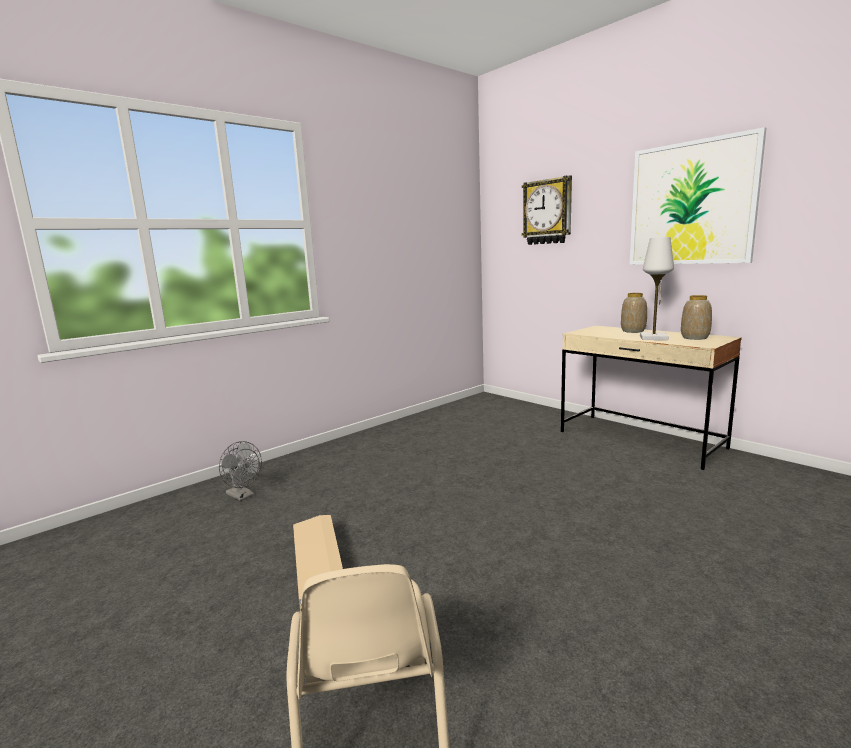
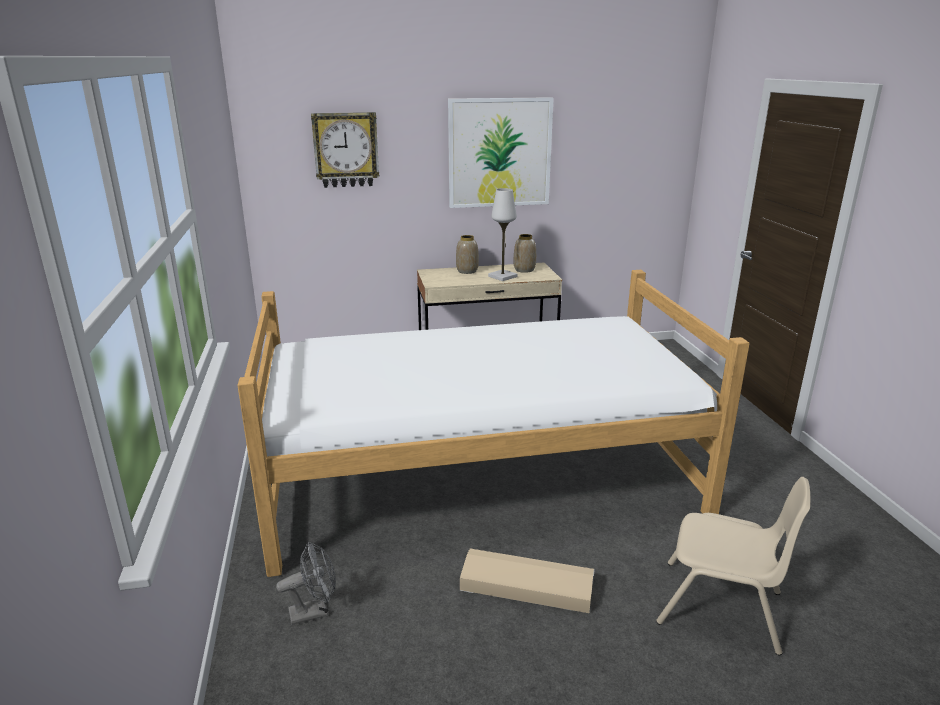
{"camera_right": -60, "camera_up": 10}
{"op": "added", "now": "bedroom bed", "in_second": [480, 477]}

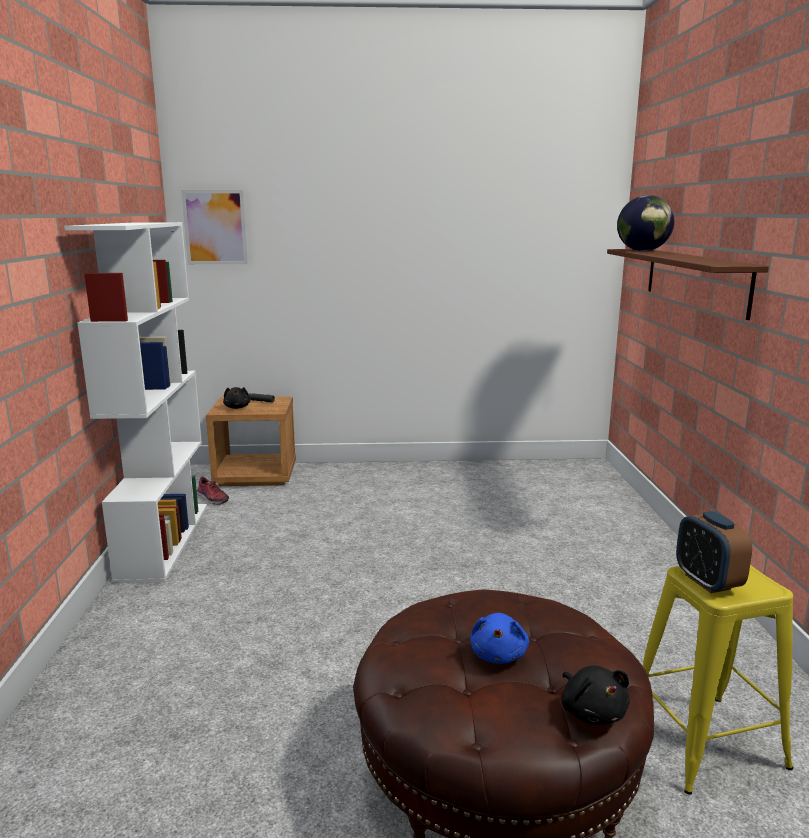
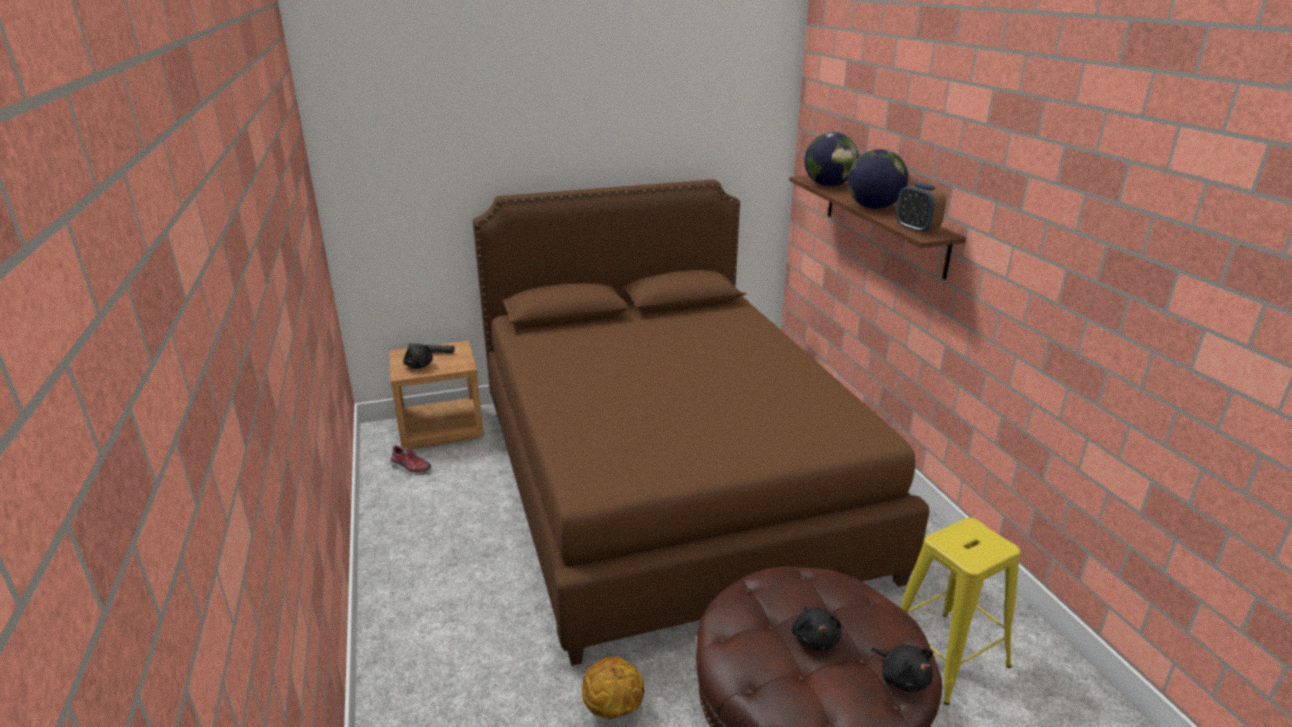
{"camera_right": -15, "camera_up": 10}
{"op": "removed", "was": "white-coloured shelving unit", "in_first": [164, 540]}
{"op": "removed", "was": "wall picture", "in_first": [215, 227]}
{"op": "recoloured", "was": "blue-coloured soft toy", "now": "black soft toy", "in_first": [498, 654], "in_second": [815, 638]}
{"op": "moved", "was": "alarm clock", "in_first": [707, 582], "in_second": [916, 229]}
{"op": "added", "now": "brown-coloured bedroom bed", "in_second": [666, 481]}
{"op": "added", "now": "ball for basketball", "in_second": [612, 708]}
{"op": "added", "now": "world globe", "in_second": [873, 207]}

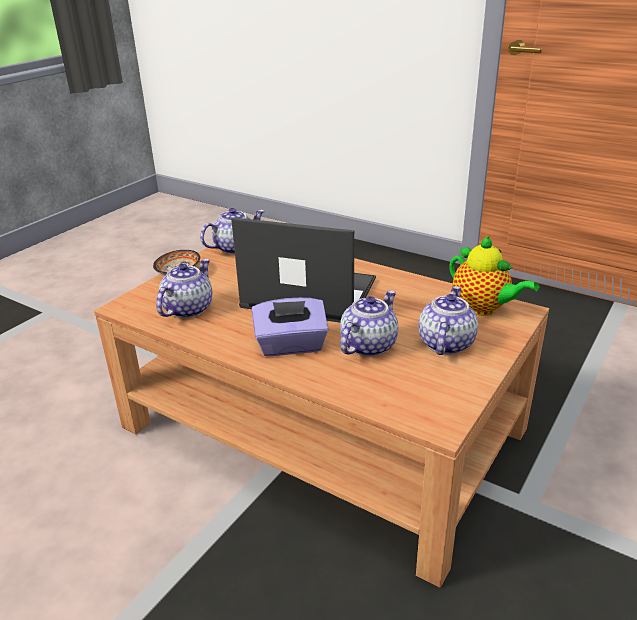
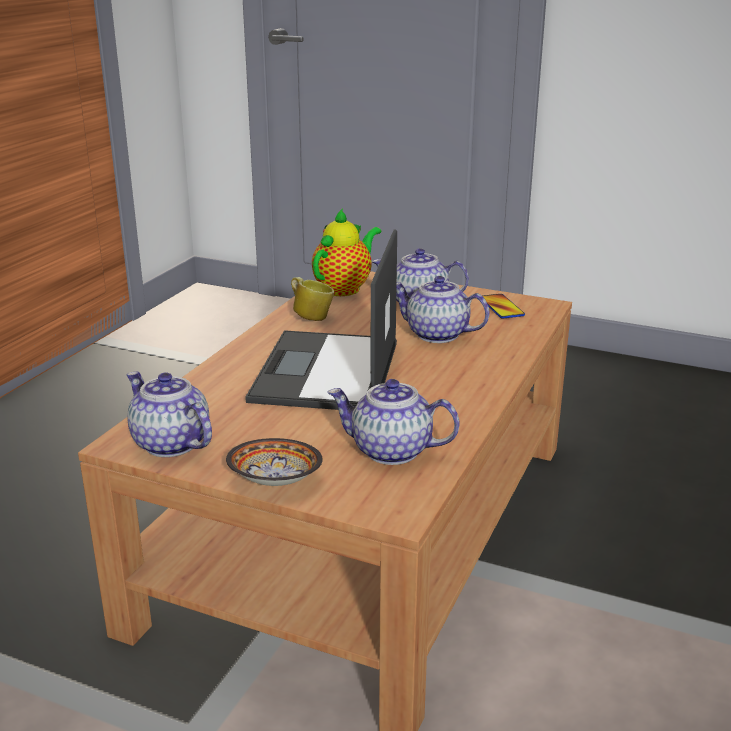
{"camera_right": -100, "camera_up": -5}
{"op": "removed", "was": "purplish tissue box", "in_first": [291, 346]}
{"op": "added", "now": "tea mug", "in_second": [311, 317]}
{"op": "added", "now": "handset", "in_second": [501, 307]}

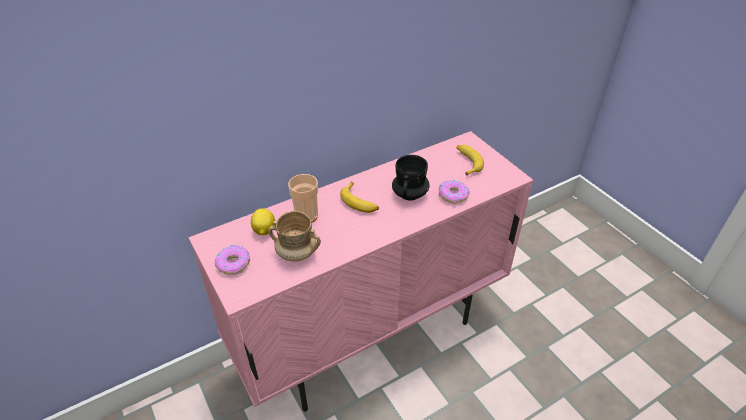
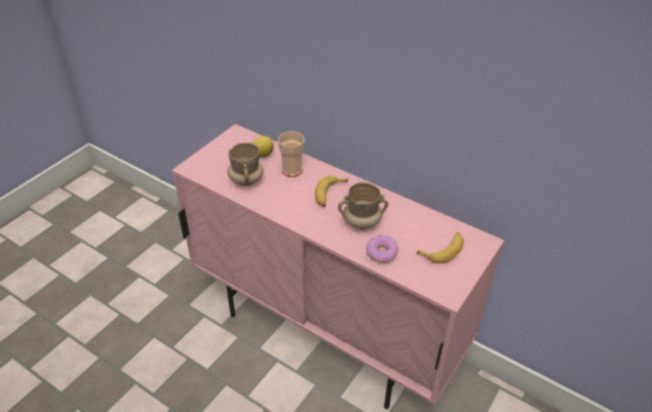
{"camera_right": 65, "camera_up": 0}
{"op": "removed", "was": "donut", "in_first": [234, 264]}
{"op": "recoloured", "was": "black tea mug", "now": "beige tea mug", "in_first": [410, 194], "in_second": [361, 222]}

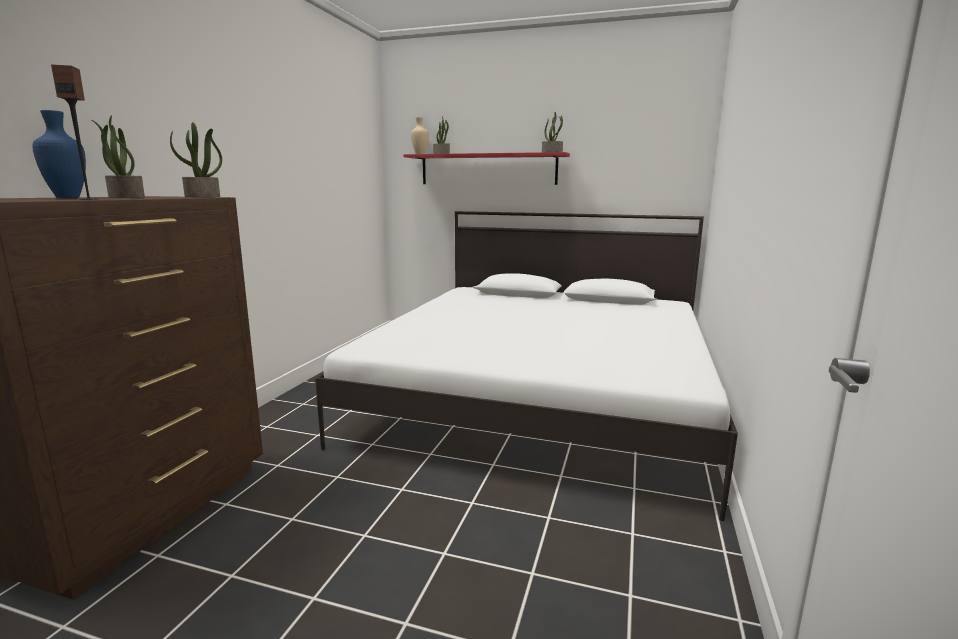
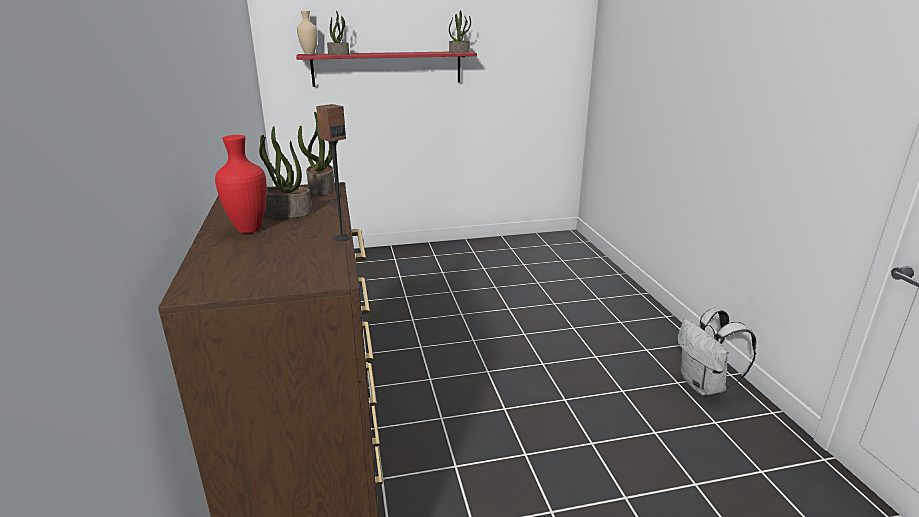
{"camera_right": -30, "camera_up": 10}
{"op": "recoloured", "was": "blue-coloured decorative vase", "now": "red-coloured decorative vase", "in_first": [69, 197], "in_second": [248, 229]}
{"op": "removed", "was": "white-coloured bedroom bed", "in_first": [541, 397]}
{"op": "added", "now": "white-coloured knapsack", "in_second": [704, 386]}

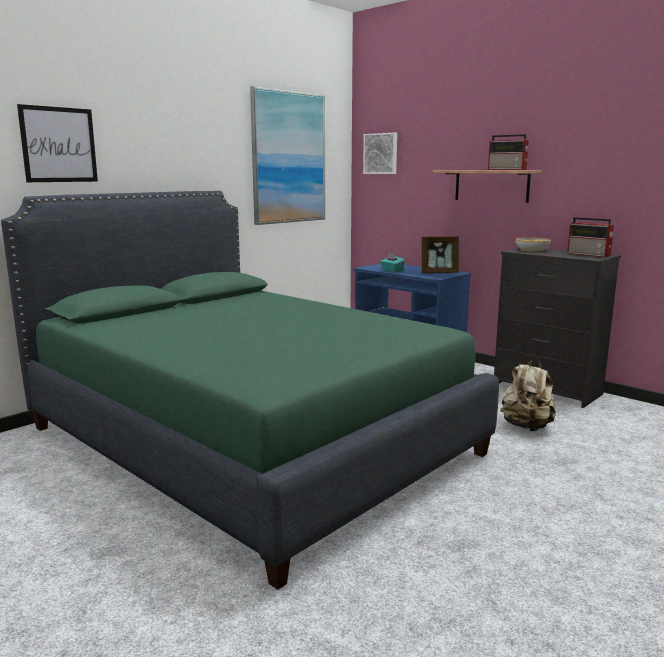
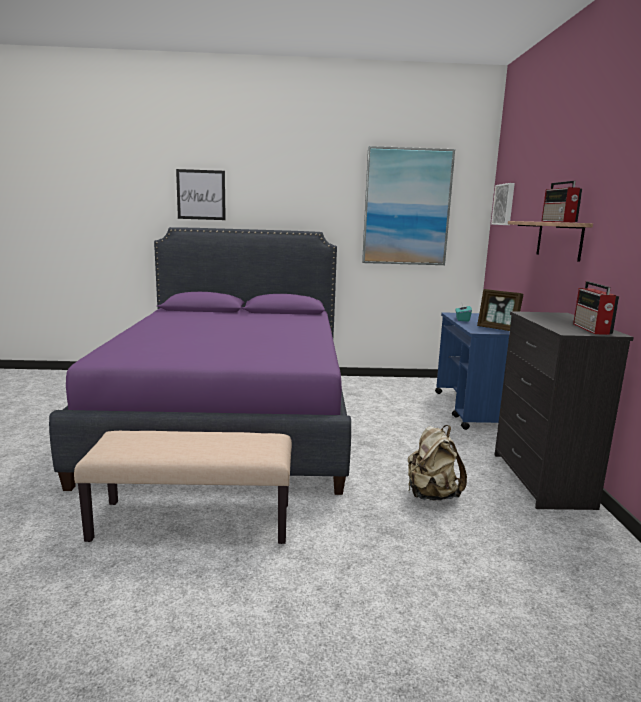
{"camera_right": 45, "camera_up": 0}
{"op": "recoloured", "was": "green bedroom bed", "now": "purplish bedroom bed", "in_first": [249, 440], "in_second": [231, 418]}
{"op": "removed", "was": "deep dish", "in_first": [532, 250]}
{"op": "added", "now": "beige long seat", "in_second": [194, 521]}

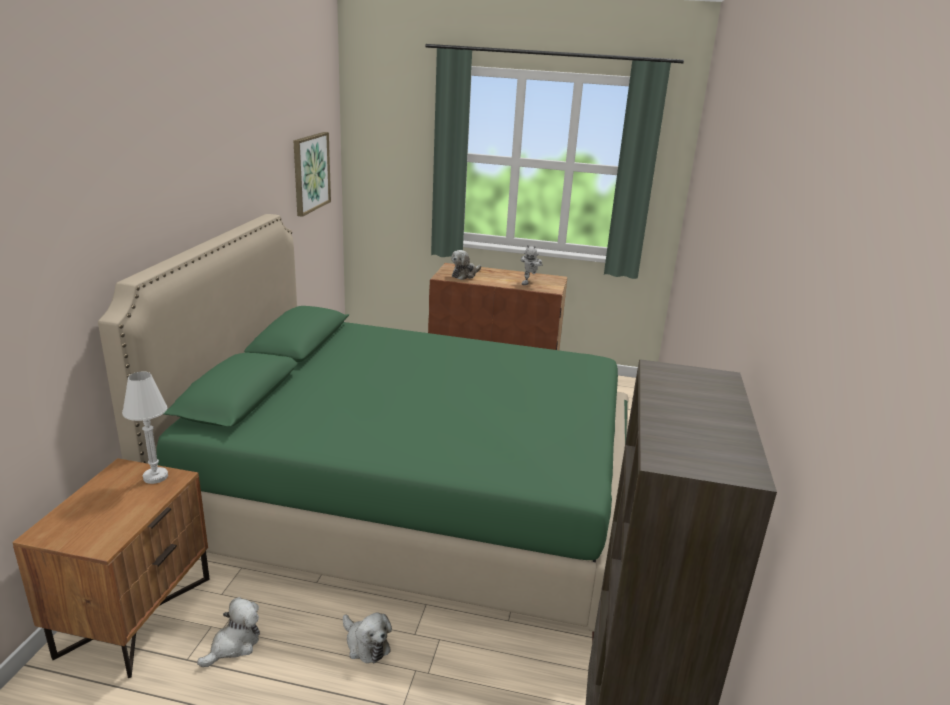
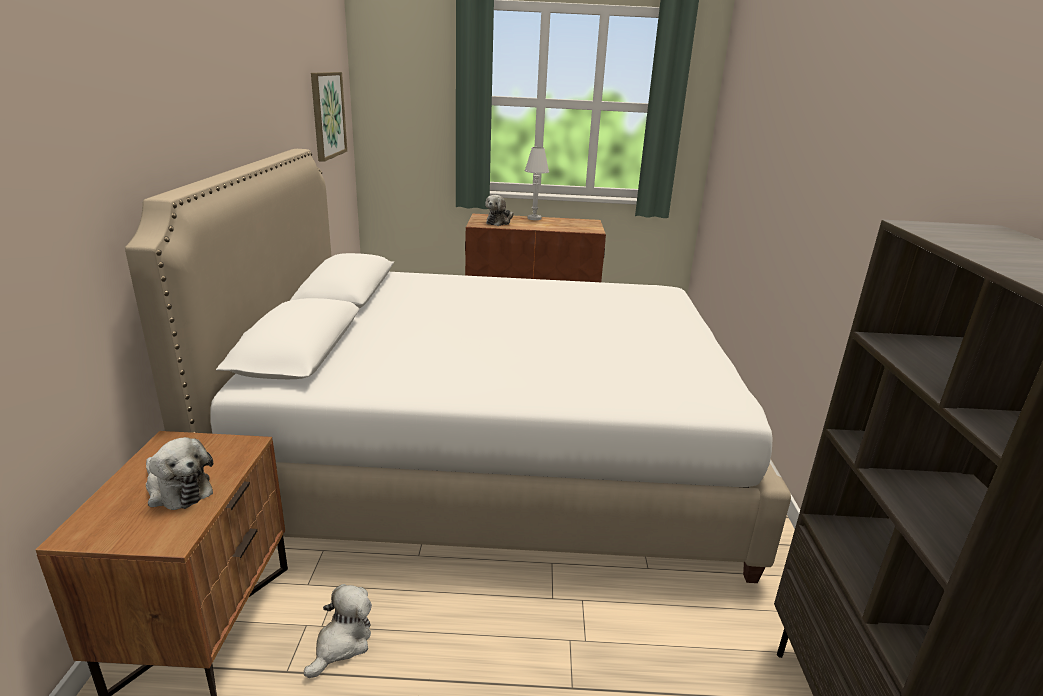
{"camera_right": -10, "camera_up": 0}
{"op": "recoloured", "was": "green bedroom bed", "now": "white-coloured bedroom bed", "in_first": [411, 501], "in_second": [492, 455]}
{"op": "moved", "was": "white-coloured tabletop lamp", "in_first": [155, 477], "in_second": [534, 218]}
{"op": "moved", "was": "soft toy", "in_first": [366, 644], "in_second": [177, 489]}
{"op": "removed", "was": "robot figure", "in_first": [529, 283]}

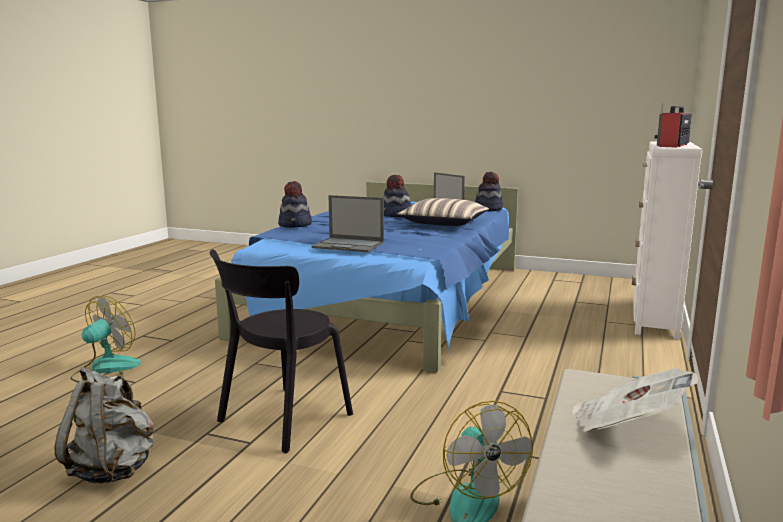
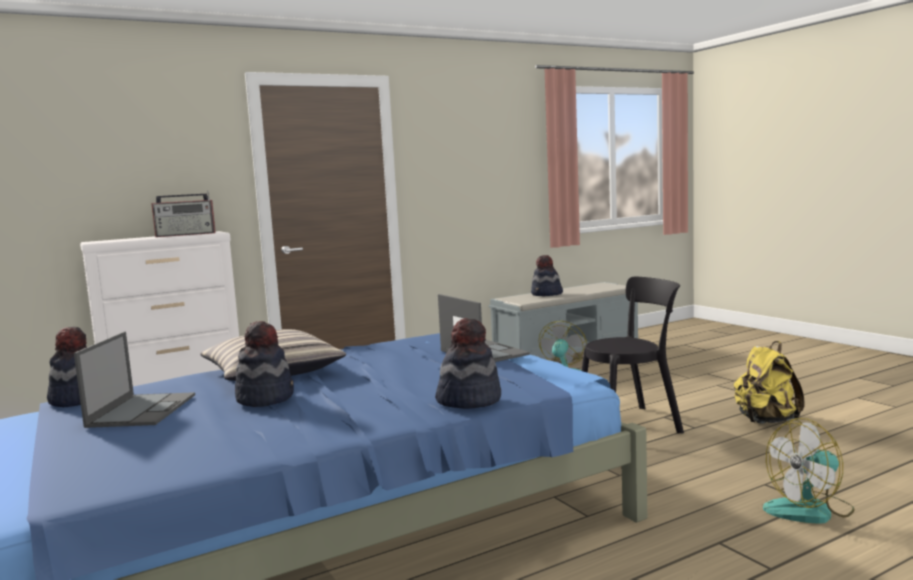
{"camera_right": -140, "camera_up": -5}
{"op": "recoloured", "was": "grey knapsack", "now": "yellow knapsack", "in_first": [113, 469], "in_second": [766, 421]}
{"op": "replaced", "was": "daily paper", "now": "wearable hat", "in_first": [626, 426], "in_second": [546, 294]}

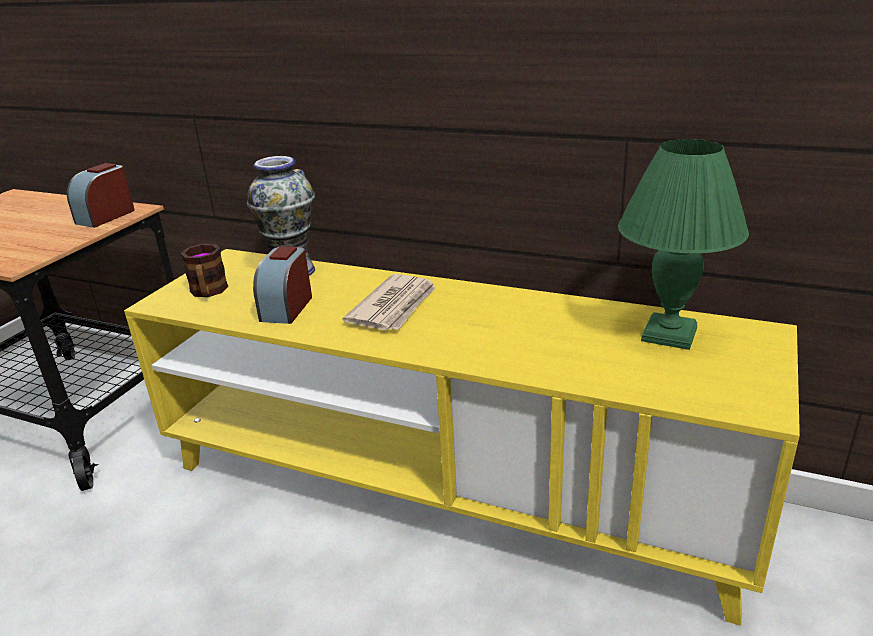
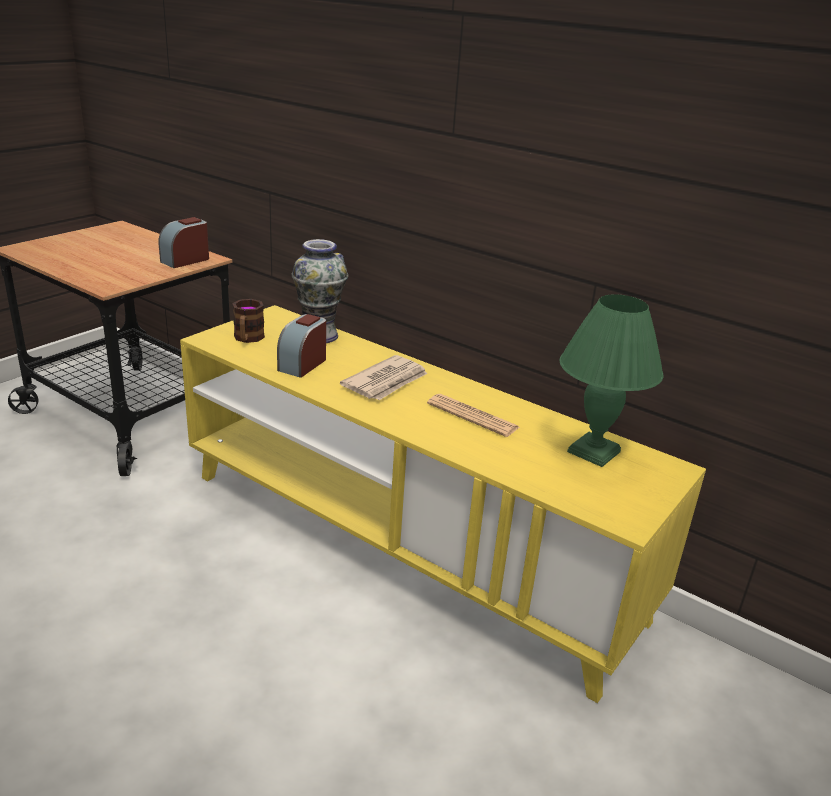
{"camera_right": 10, "camera_up": 0}
{"op": "added", "now": "daily paper", "in_second": [472, 416]}

